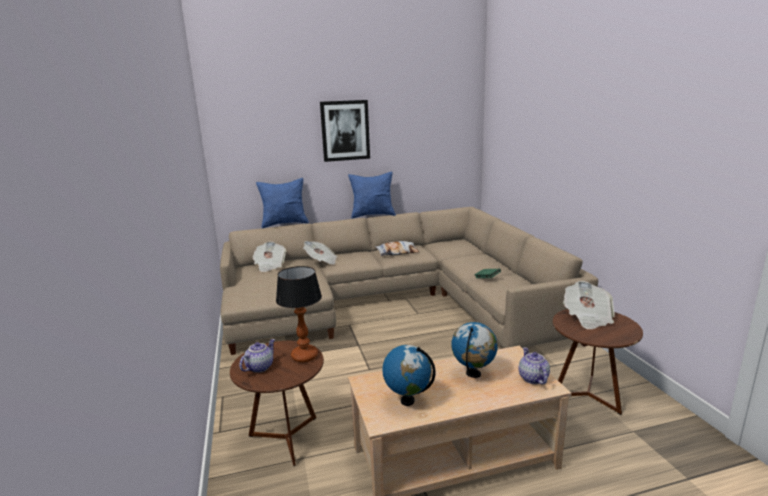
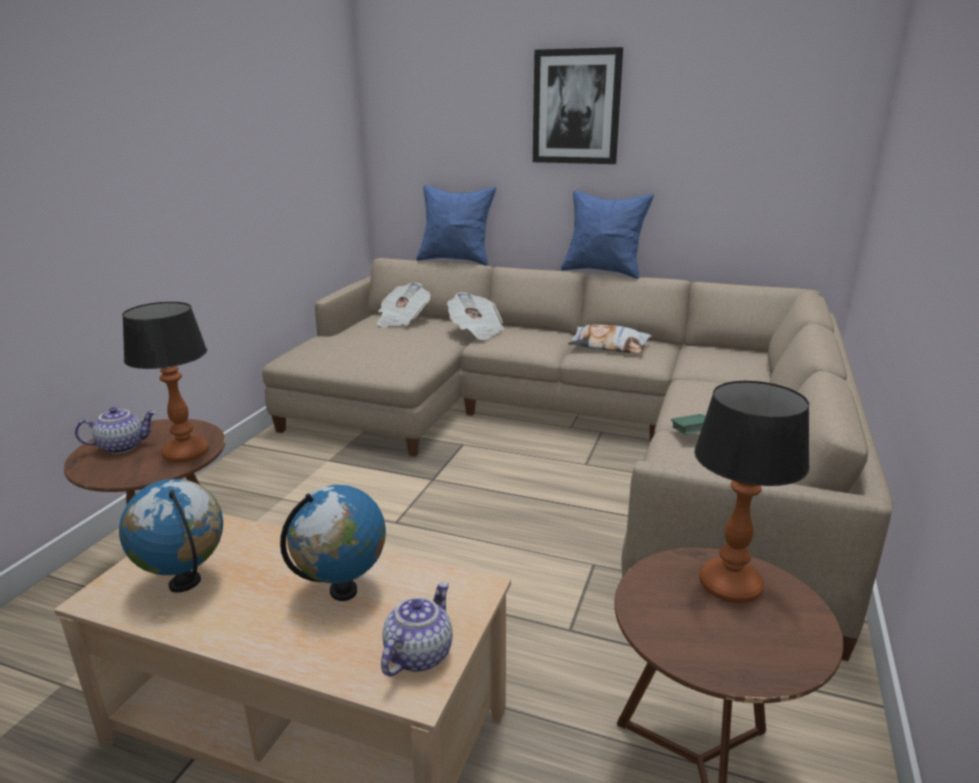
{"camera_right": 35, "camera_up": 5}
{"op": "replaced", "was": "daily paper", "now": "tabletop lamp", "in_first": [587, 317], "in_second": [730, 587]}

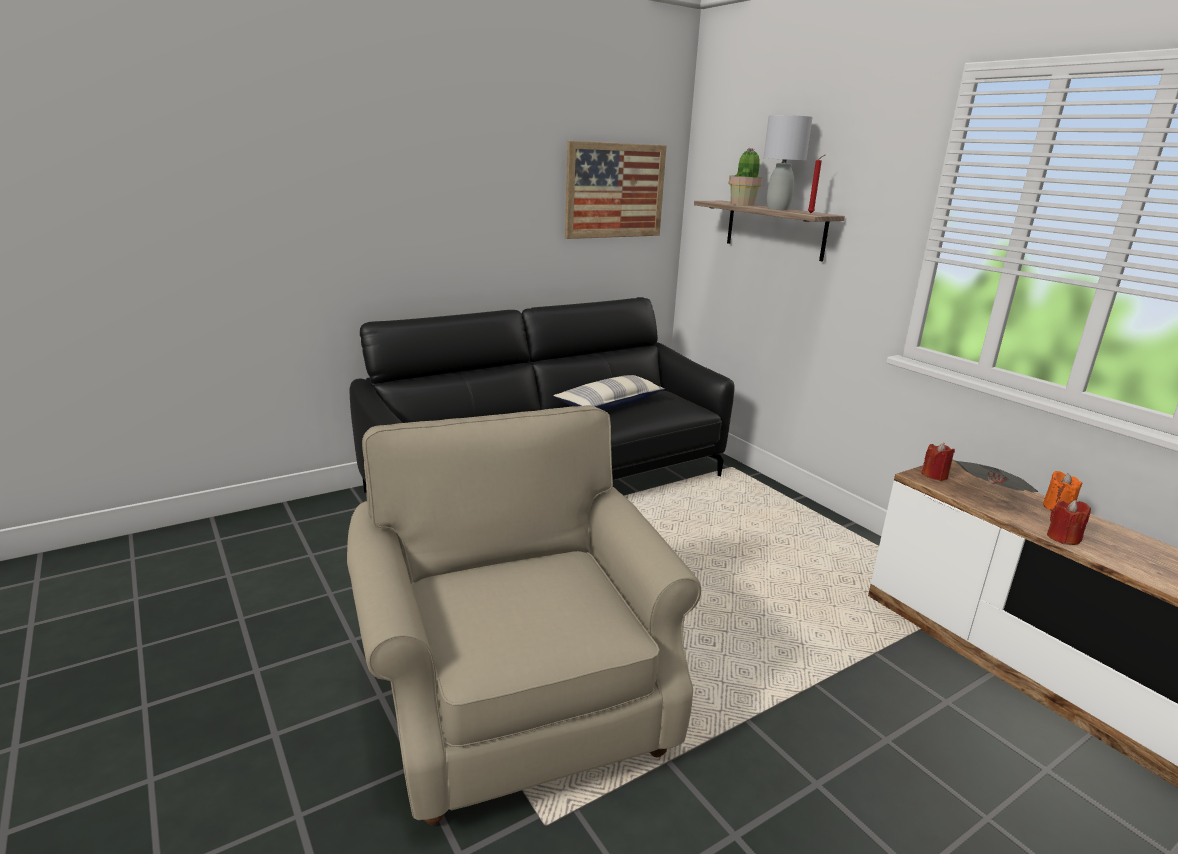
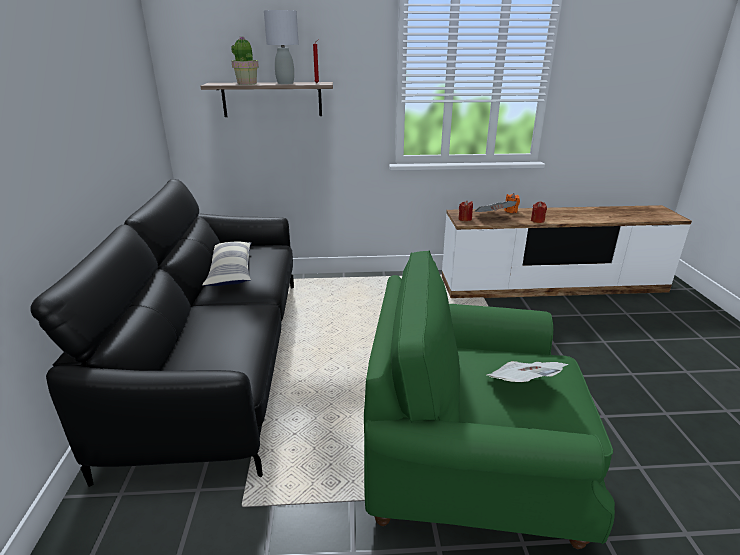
{"camera_right": -60, "camera_up": 5}
{"op": "recoloured", "was": "beige easy chair", "now": "green easy chair", "in_first": [514, 695], "in_second": [471, 466]}
{"op": "removed", "was": "wall picture", "in_first": [615, 191]}
{"op": "added", "now": "daily paper", "in_second": [522, 385]}

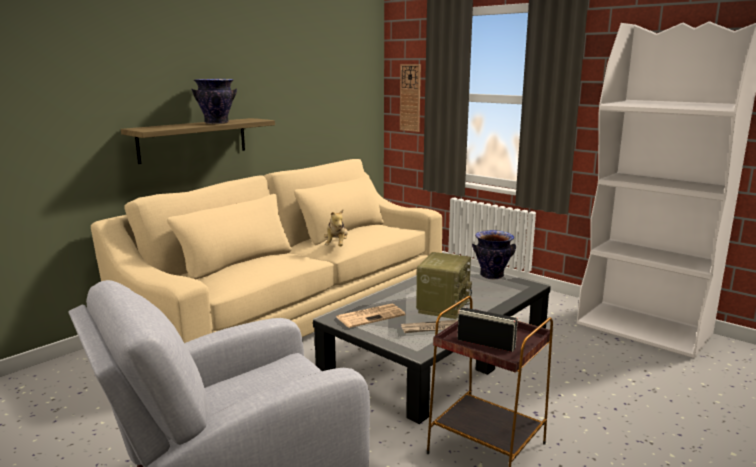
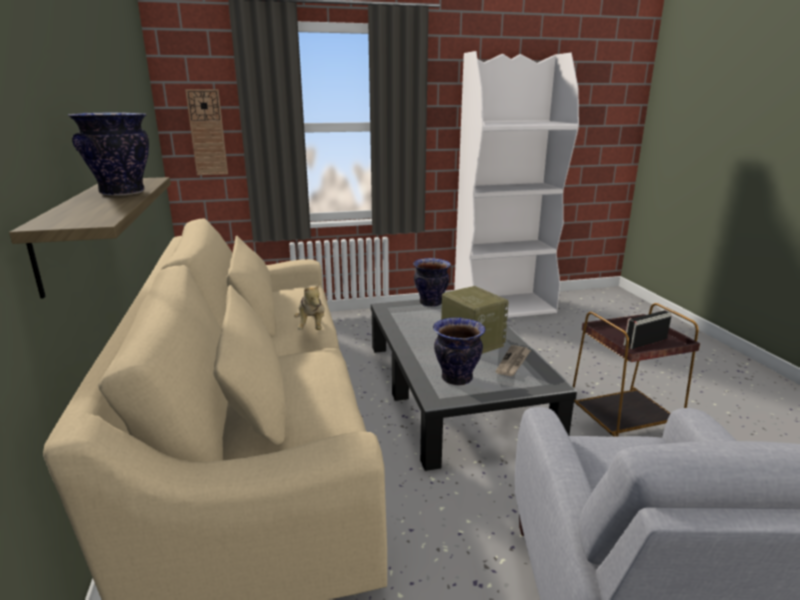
{"camera_right": -55, "camera_up": 5}
{"op": "turned", "was": "soft toy", "in_first": [337, 246], "in_second": [312, 327], "clockwise": 45}
{"op": "replaced", "was": "daily paper", "now": "decorative vase", "in_first": [371, 316], "in_second": [456, 378]}

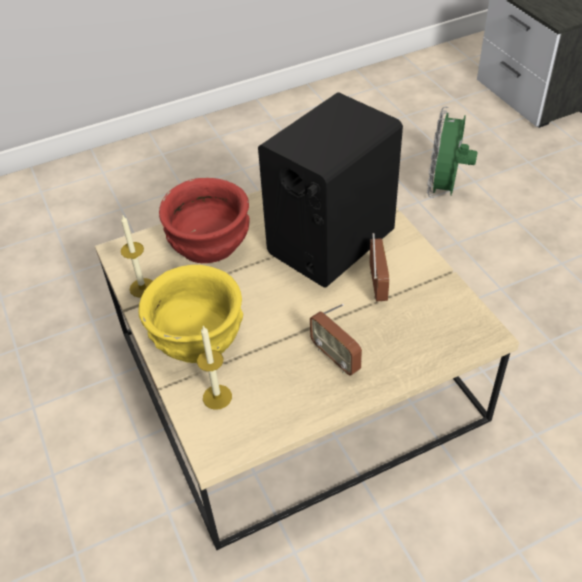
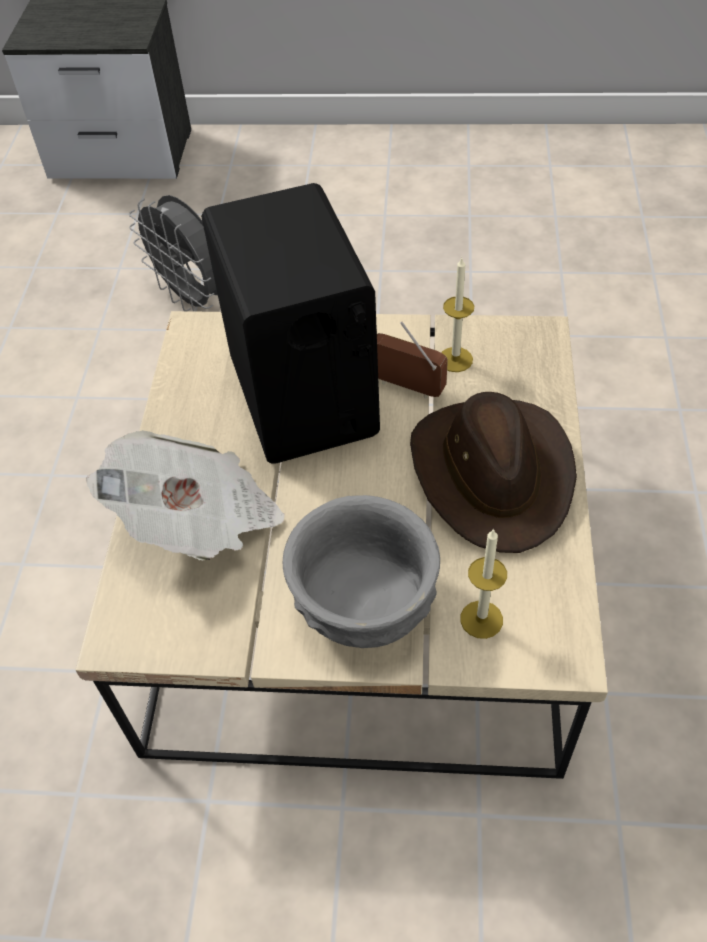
{"camera_right": -60, "camera_up": 5}
{"op": "moved", "was": "wax light", "in_first": [142, 287], "in_second": [455, 359]}
{"op": "recoloured", "was": "yellow deep dish", "now": "grey deep dish", "in_first": [198, 336], "in_second": [363, 600]}
{"op": "replaced", "was": "red-coloured deep dish", "now": "daily paper", "in_first": [210, 243], "in_second": [199, 520]}
{"op": "replaced", "was": "radio receiver", "now": "brown-coloured wearable hat", "in_first": [335, 358], "in_second": [493, 474]}
{"op": "recoloured", "was": "green cooling fan", "now": "grey cooling fan", "in_first": [444, 190], "in_second": [194, 299]}

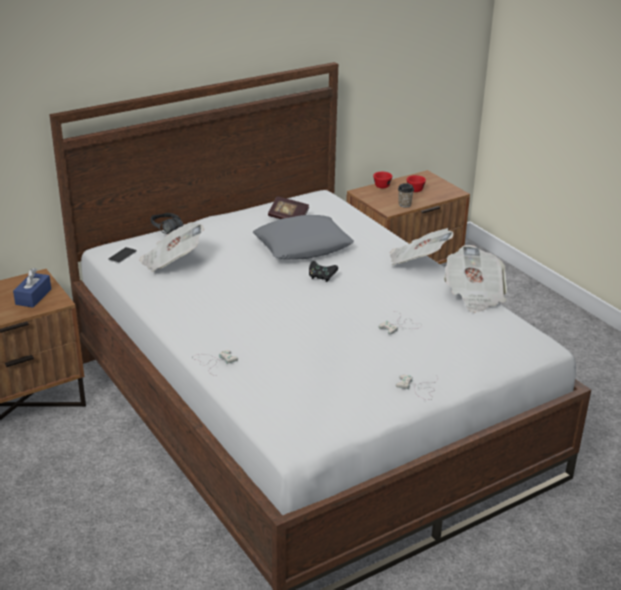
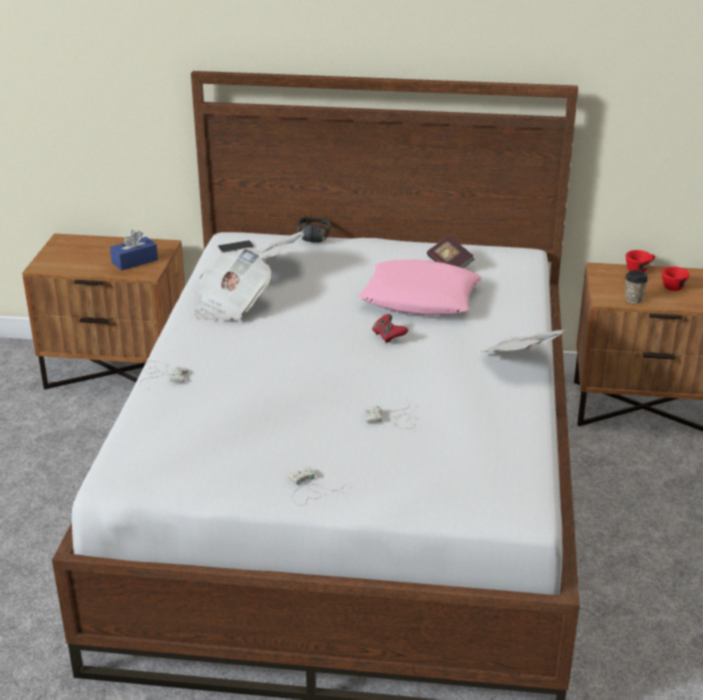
{"camera_right": 40, "camera_up": 0}
{"op": "recoloured", "was": "grey pillow", "now": "pink-coloured pillow", "in_first": [303, 245], "in_second": [420, 298]}
{"op": "recoloured", "was": "black game controller", "now": "red-coloured game controller", "in_first": [321, 277], "in_second": [388, 336]}
{"op": "moved", "was": "daily paper", "in_first": [474, 295], "in_second": [230, 305]}

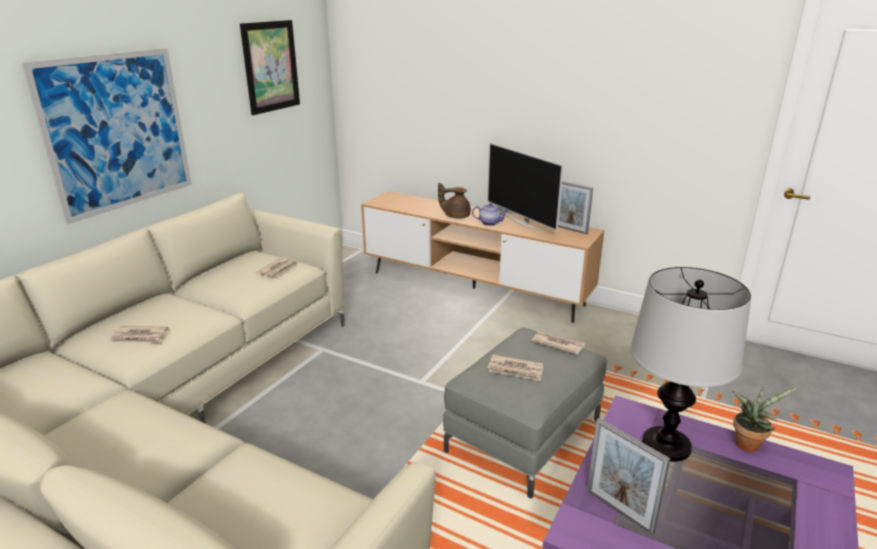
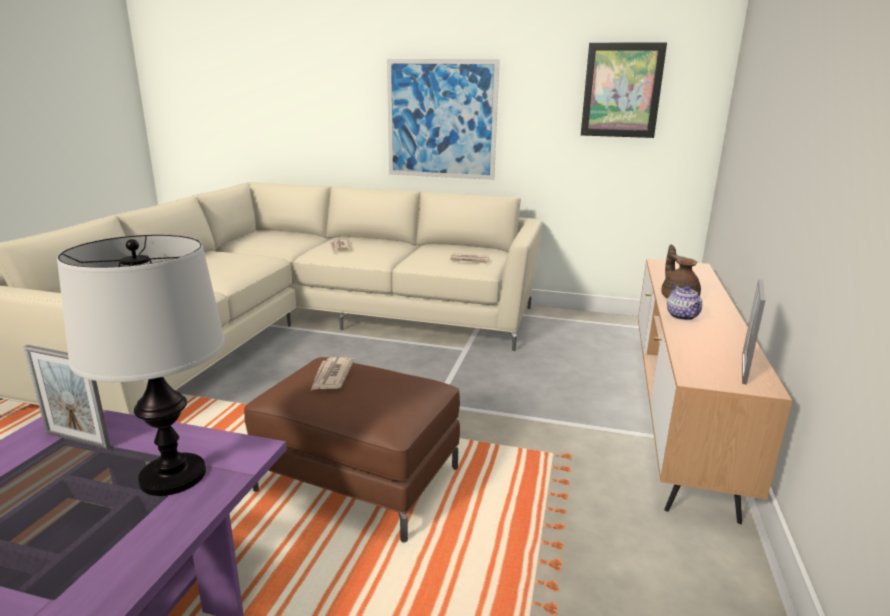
{"camera_right": 75, "camera_up": -5}
{"op": "recoloured", "was": "grey ottoman", "now": "brown-coloured ottoman", "in_first": [524, 435], "in_second": [359, 479]}
{"op": "removed", "was": "TV", "in_first": [523, 223]}
{"op": "removed", "was": "daily paper", "in_first": [557, 344]}
{"op": "turned", "was": "standing frame", "in_first": [619, 511], "in_second": [77, 440], "clockwise": -105}
{"op": "removed", "was": "plant in a pot", "in_first": [748, 443]}

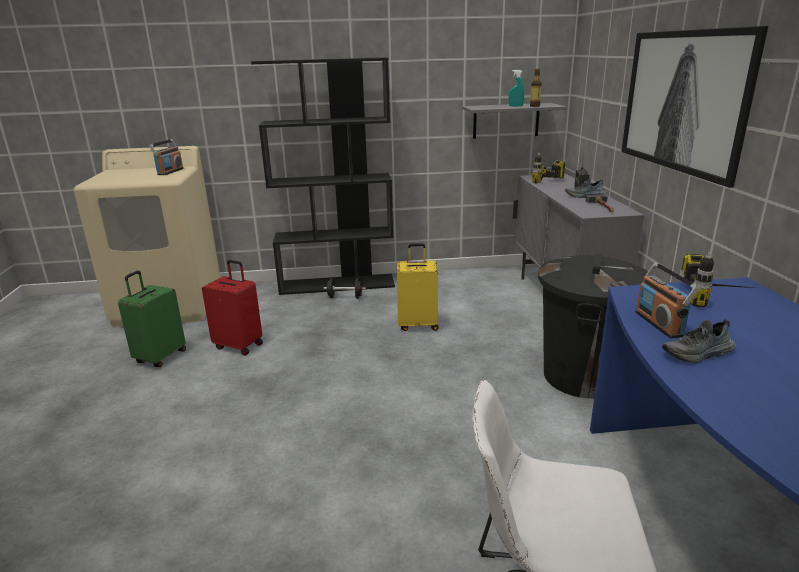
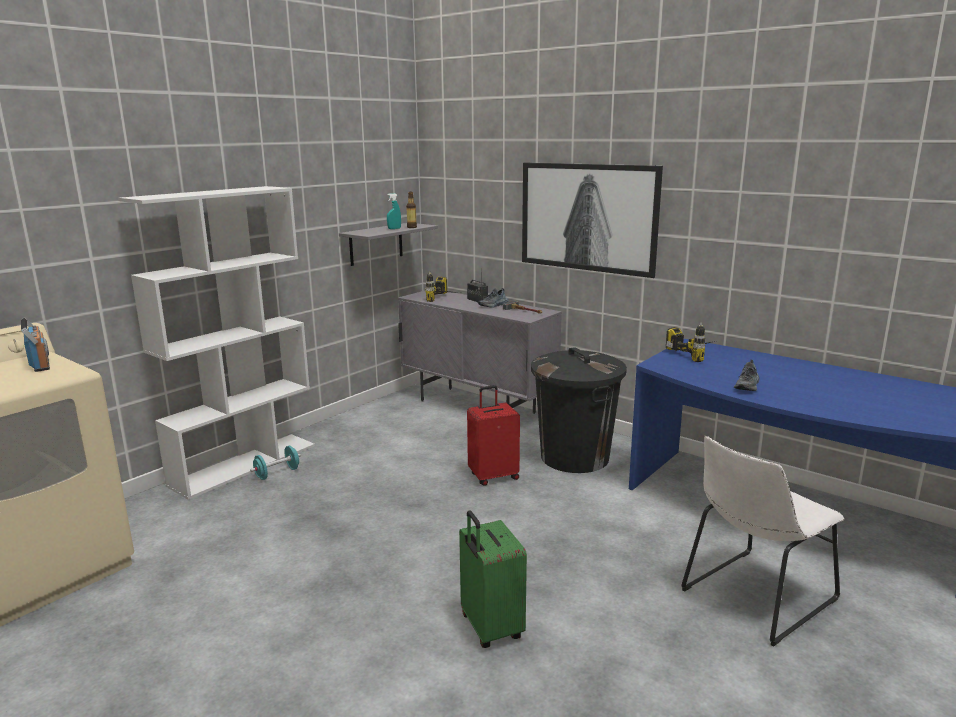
{"camera_right": -45, "camera_up": -5}
{"op": "moved", "was": "green travel case", "in_first": [160, 357], "in_second": [489, 628]}
{"op": "moved", "was": "red-coloured travel case", "in_first": [239, 345], "in_second": [493, 476]}
{"op": "recoloured", "was": "black shelving unit", "now": "white-coloured shelving unit", "in_first": [337, 284], "in_second": [244, 464]}
{"op": "recoloured", "was": "black dumbbell", "now": "blue-green dumbbell", "in_first": [345, 297], "in_second": [277, 473]}
{"op": "removed", "was": "yellow travel case", "in_first": [418, 324]}
{"op": "removed", "was": "radio receiver", "in_first": [659, 323]}

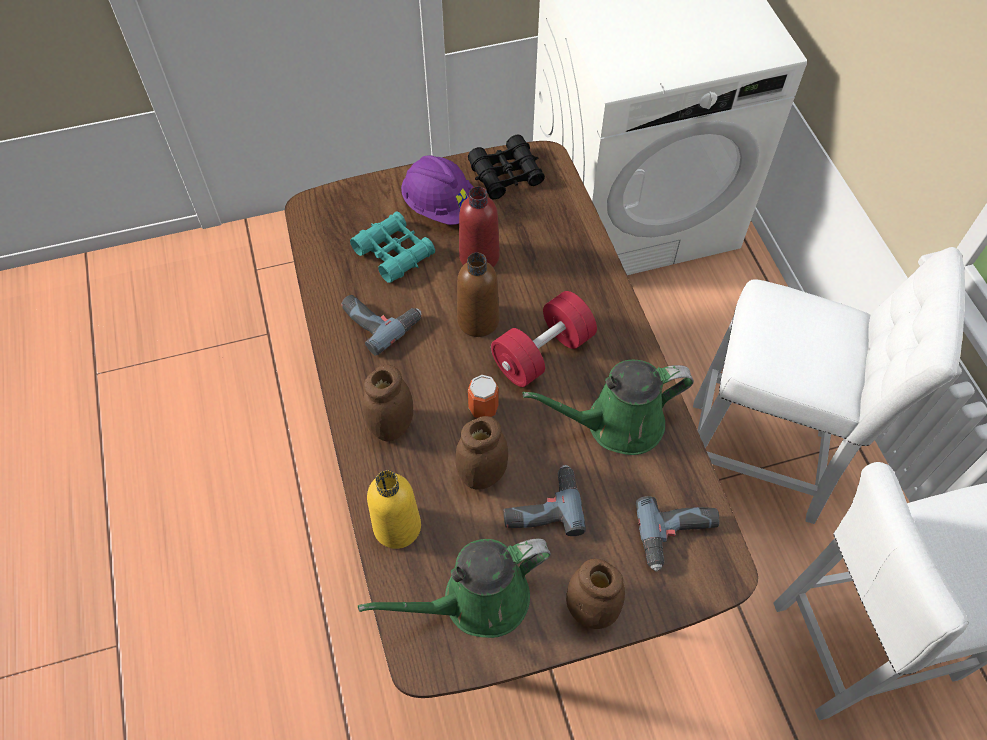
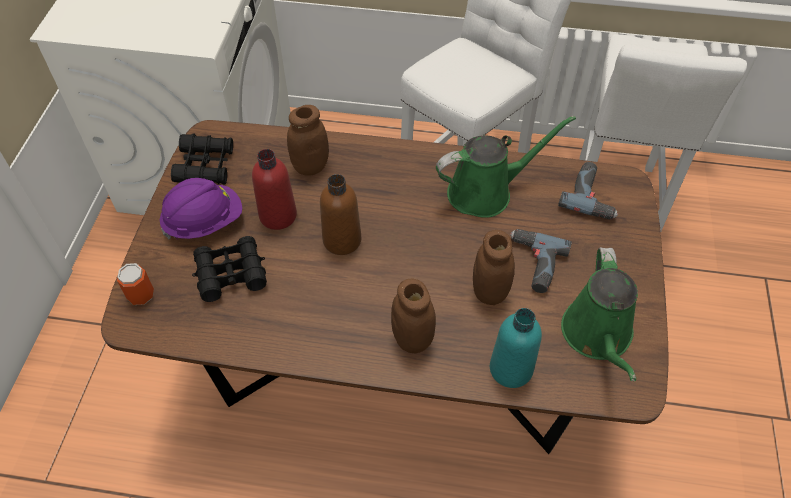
{"camera_right": -65, "camera_up": -5}
{"op": "removed", "was": "drill", "in_first": [380, 319]}
{"op": "recoloured", "was": "blue-green binoculars", "now": "black binoculars", "in_first": [394, 253], "in_second": [231, 274]}
{"op": "recoloured", "was": "yellow bottle", "now": "blue-green bottle", "in_first": [397, 527], "in_second": [511, 369]}
{"op": "moved", "was": "sealed can", "in_first": [483, 408], "in_second": [141, 295]}
{"op": "removed", "was": "red-coloured dumbbell", "in_first": [542, 353]}
{"op": "turned", "was": "green watering pot", "in_first": [617, 424], "in_second": [485, 192], "clockwise": -120}
{"op": "moved", "was": "brown-coloured storage jar", "in_first": [591, 609], "in_second": [310, 166]}

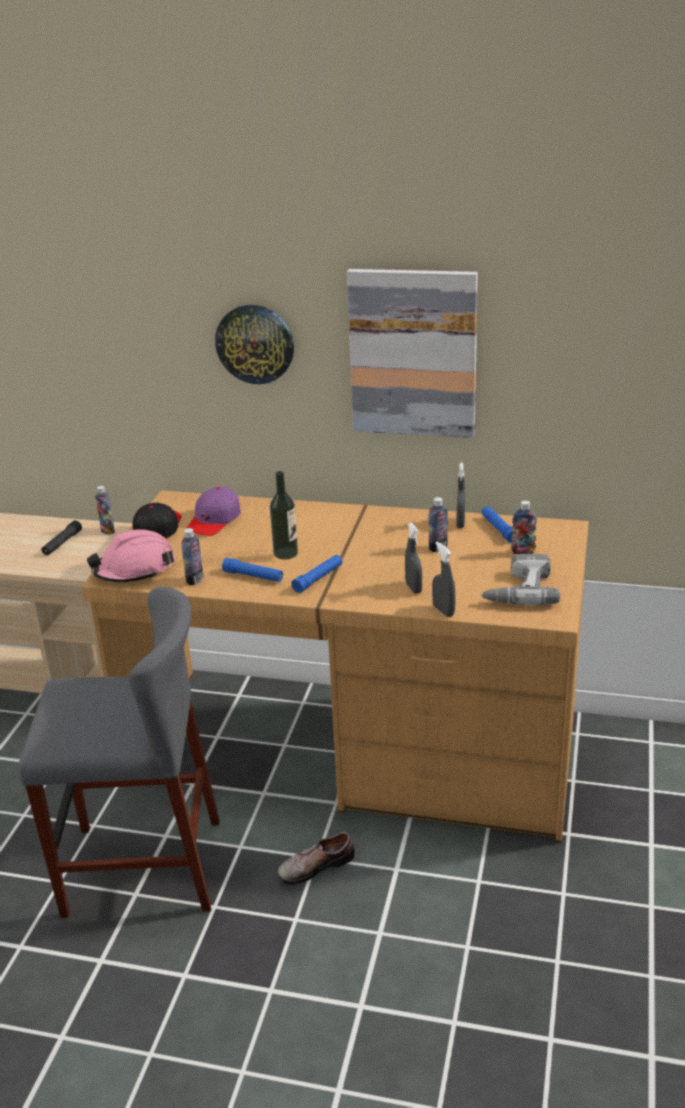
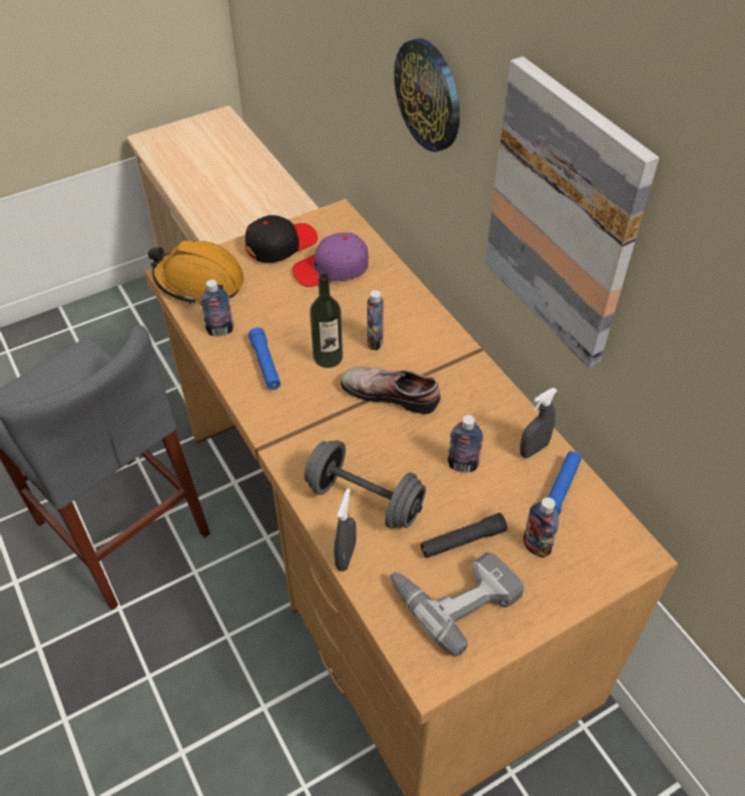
{"camera_right": 45, "camera_up": 20}
{"op": "moved", "was": "black flashlight", "in_first": [62, 543], "in_second": [462, 541]}
{"op": "recoloured", "was": "pink-coloured hard hat", "now": "orange-coloured hard hat", "in_first": [134, 570], "in_second": [199, 282]}
{"op": "moved", "was": "bottle", "in_first": [107, 531], "in_second": [375, 341]}
{"op": "moved", "was": "low shoe", "in_first": [315, 865], "in_second": [391, 392]}
{"op": "removed", "was": "blue-coloured flashlight", "in_first": [318, 578]}
{"op": "replaced", "was": "grey spray bottle", "now": "grey dumbbell", "in_first": [413, 588], "in_second": [364, 500]}

